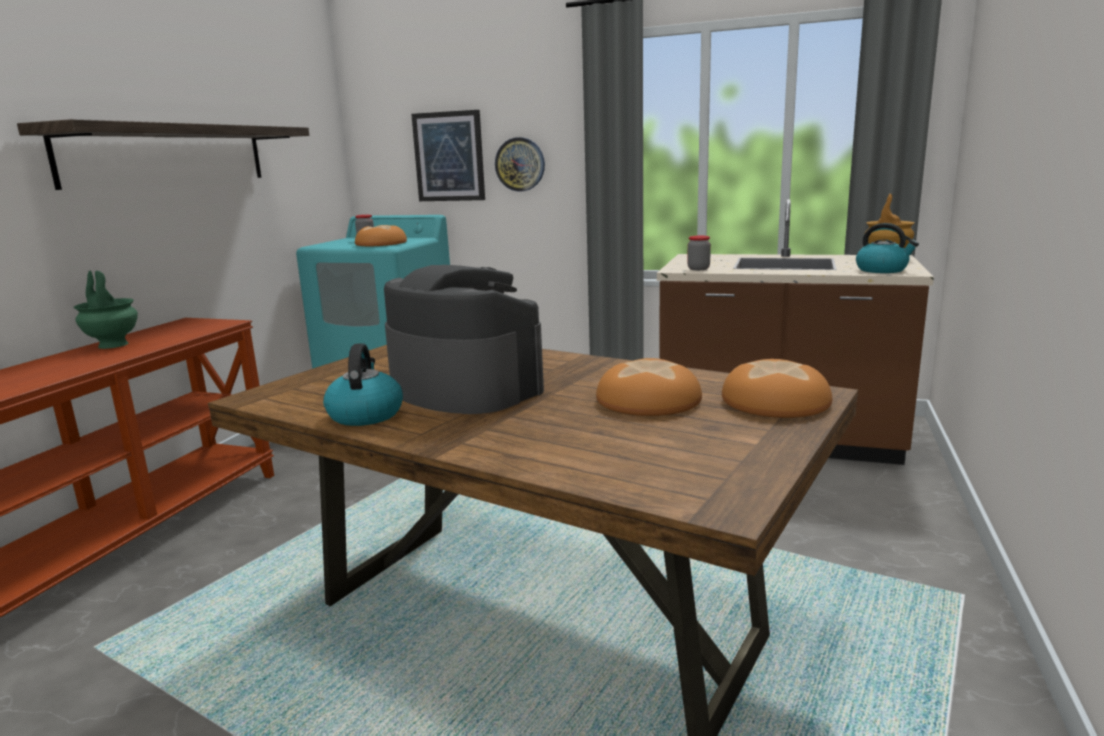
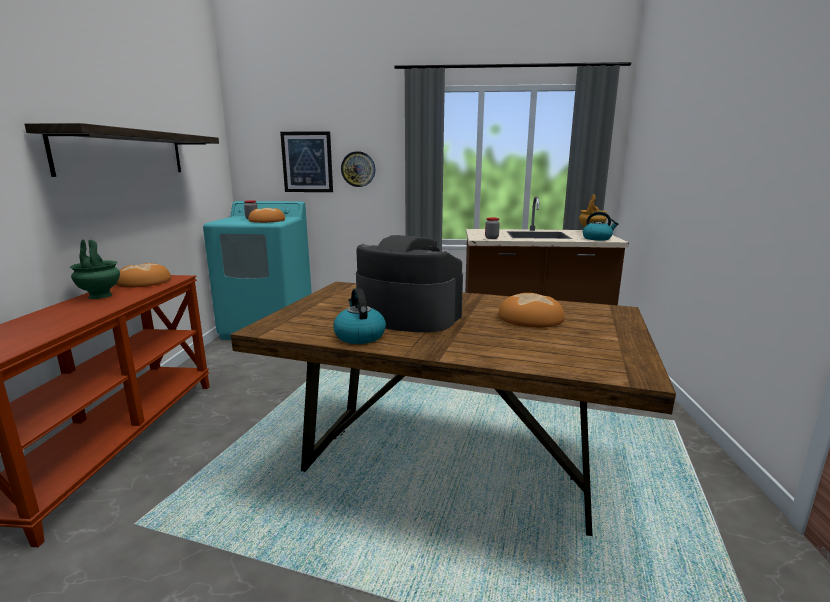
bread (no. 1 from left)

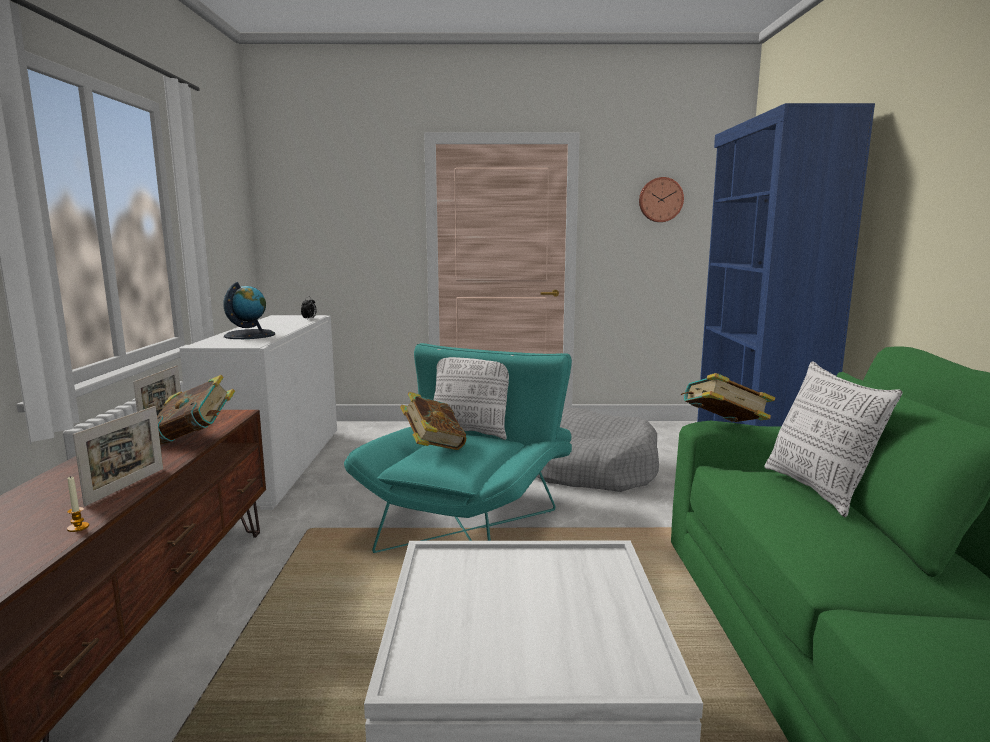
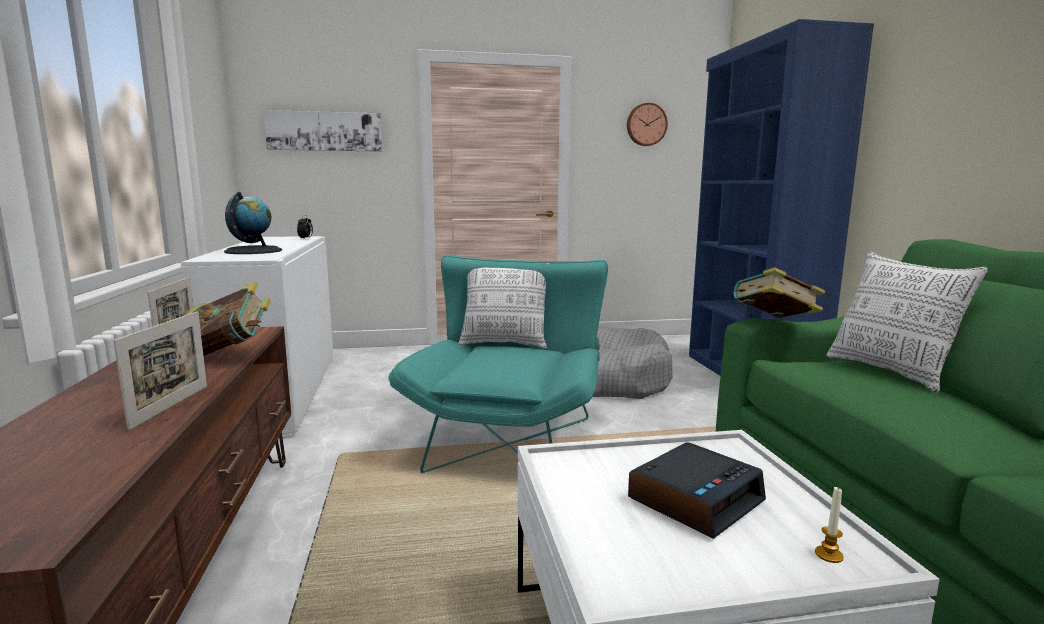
candle; book (no. 2 from left in the first image); picture; alarm clock (no. 2 from left)

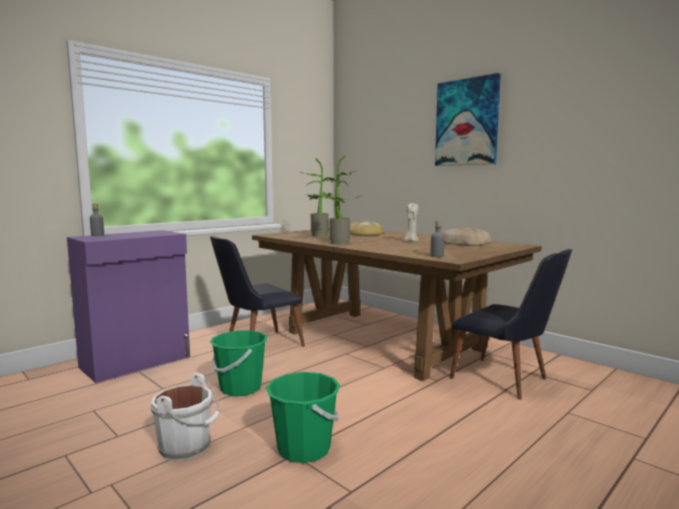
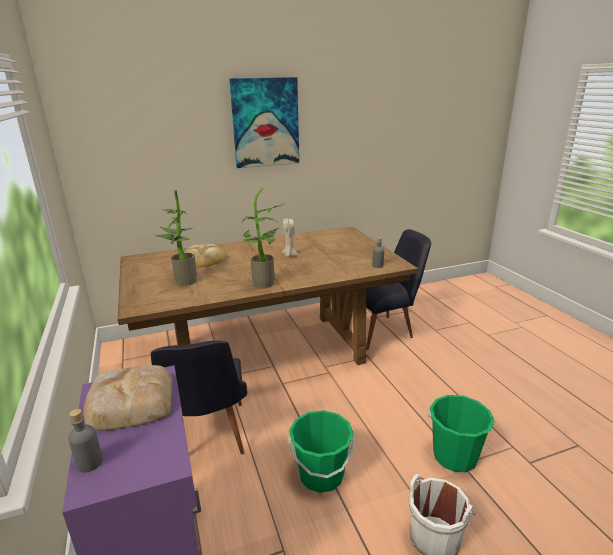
bread (no. 1 from left)

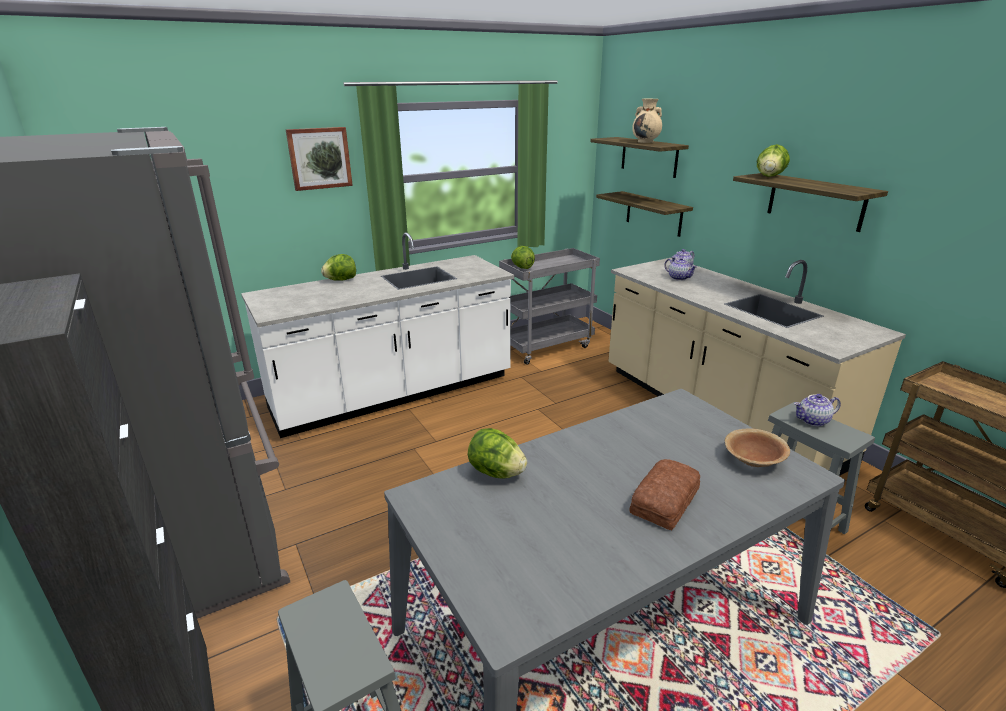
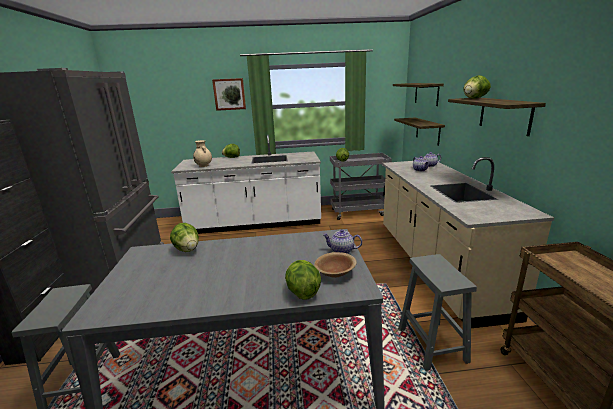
bread; vase/beige; teapot (no. 1 from left); lettuce (no. 3 from left)

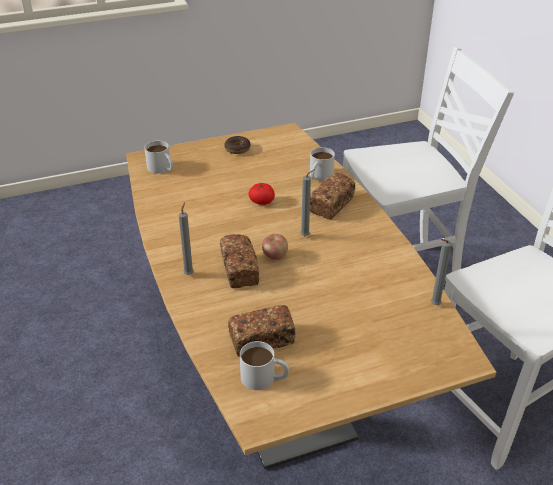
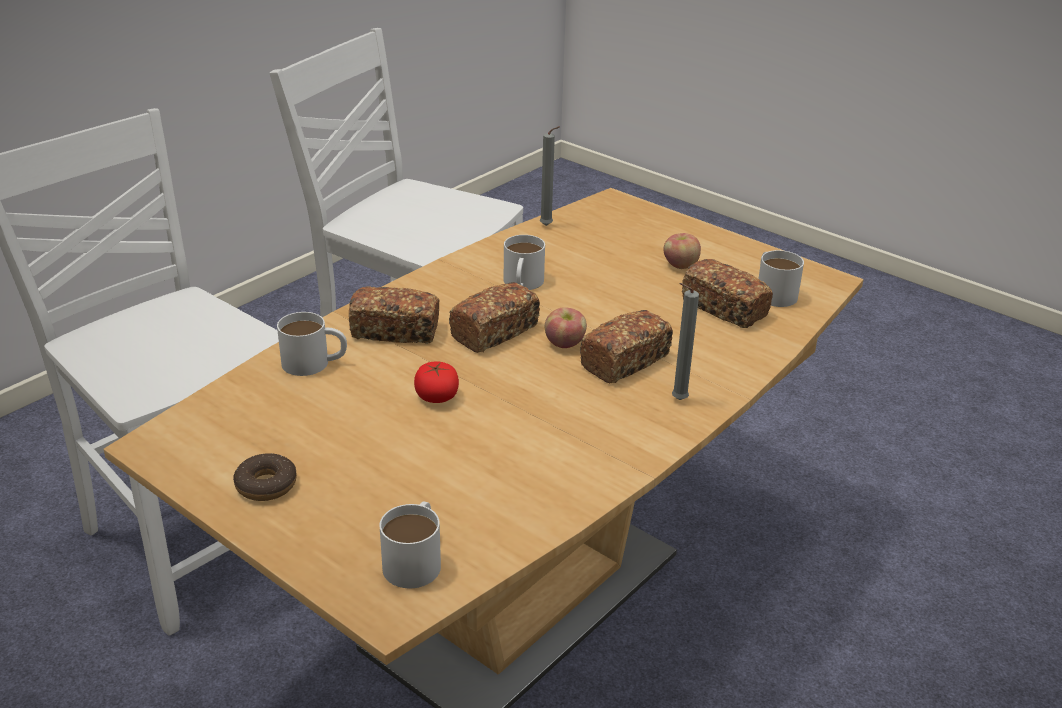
bread (no. 2 from left); mug/white (no. 3 from left); apple (no. 2 from left)

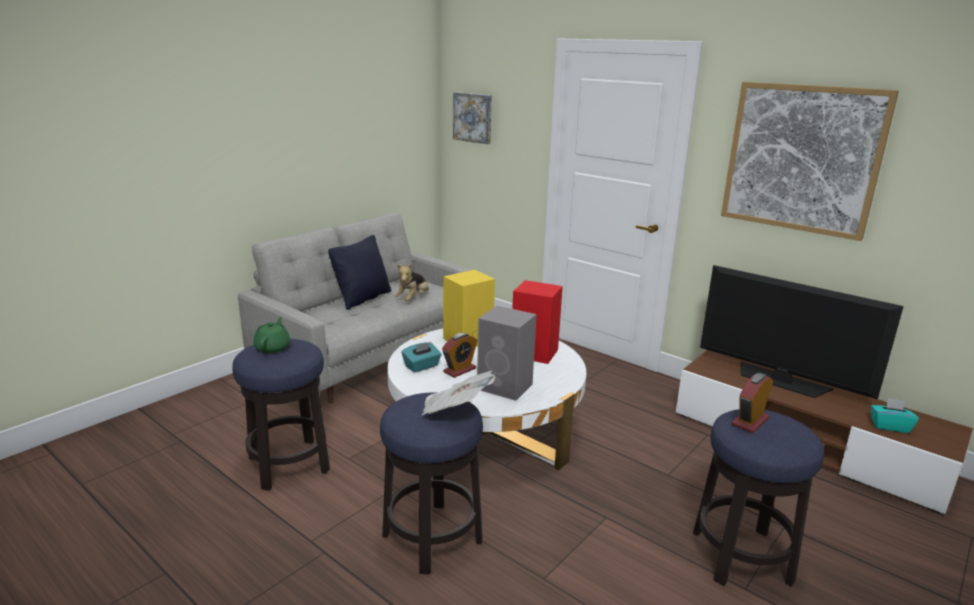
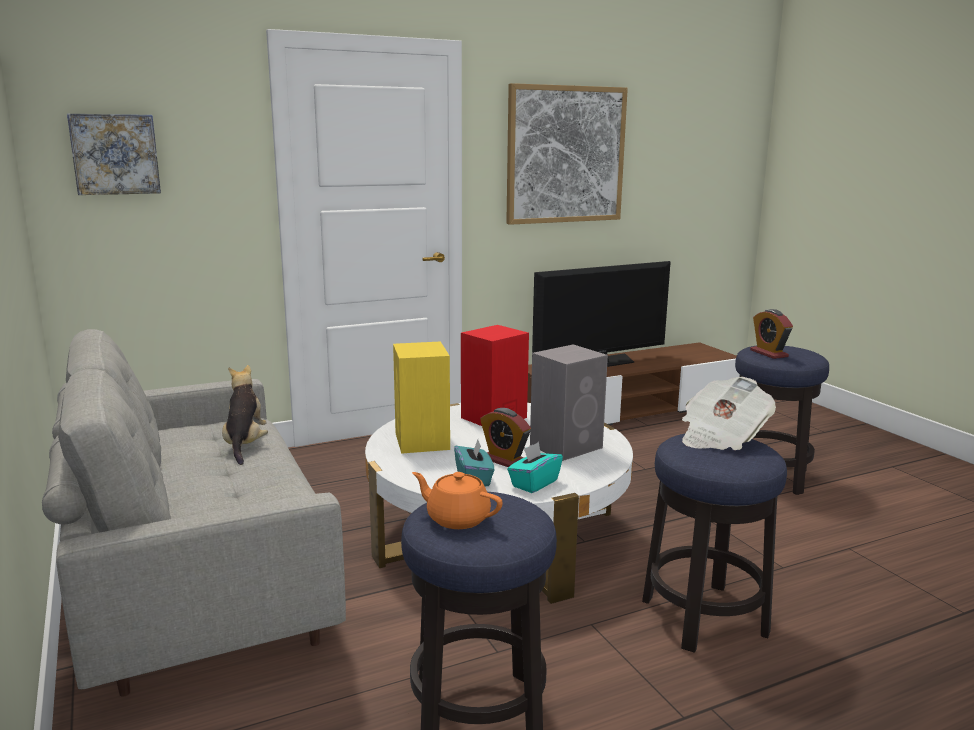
teapot/orange; pillow/black; plush toy; alarm clock (no. 1 from left); tissue box/turquoise (no. 2 from left)

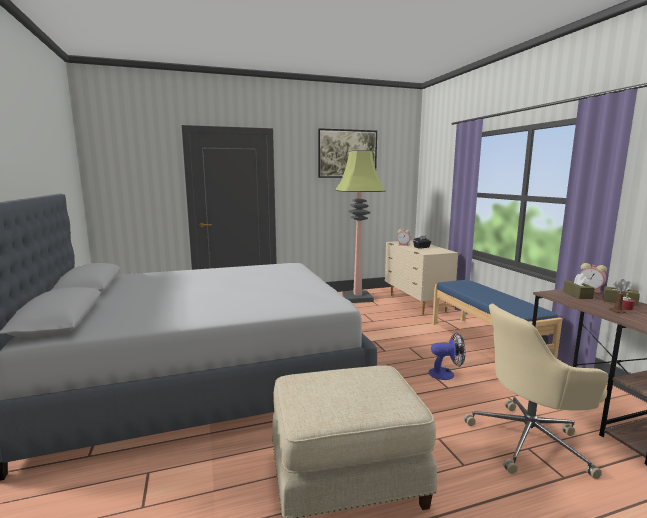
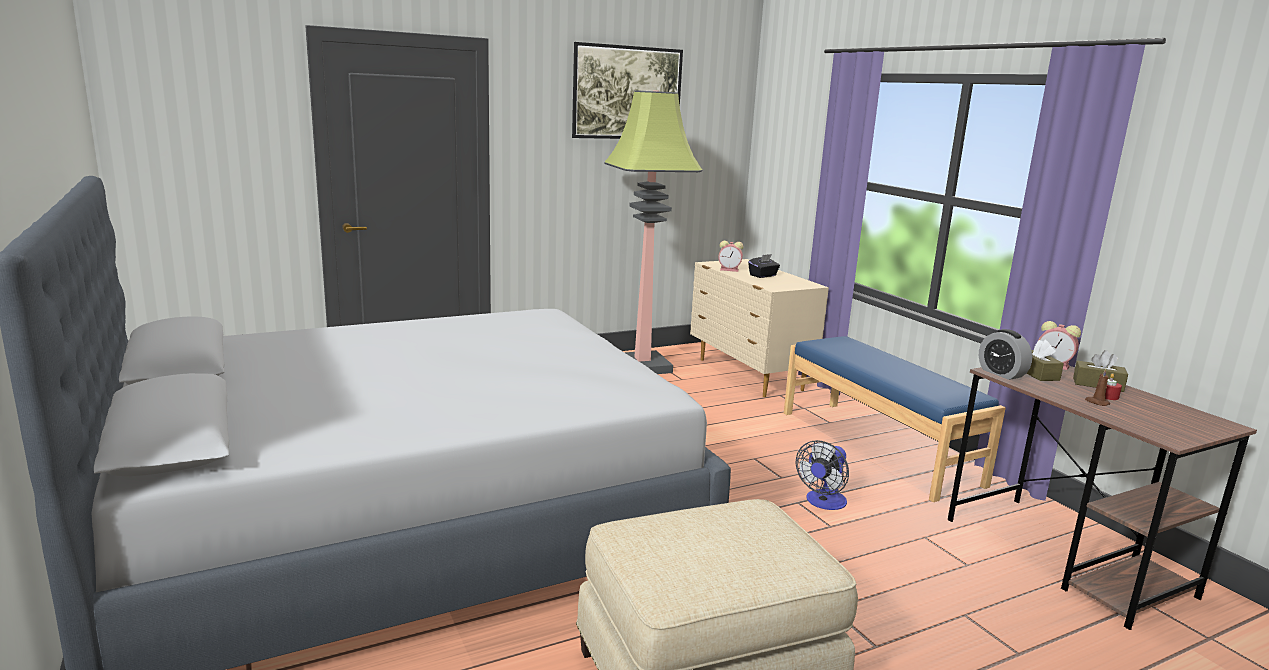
fan; office chair/beige; alarm clock (no. 2 from left)

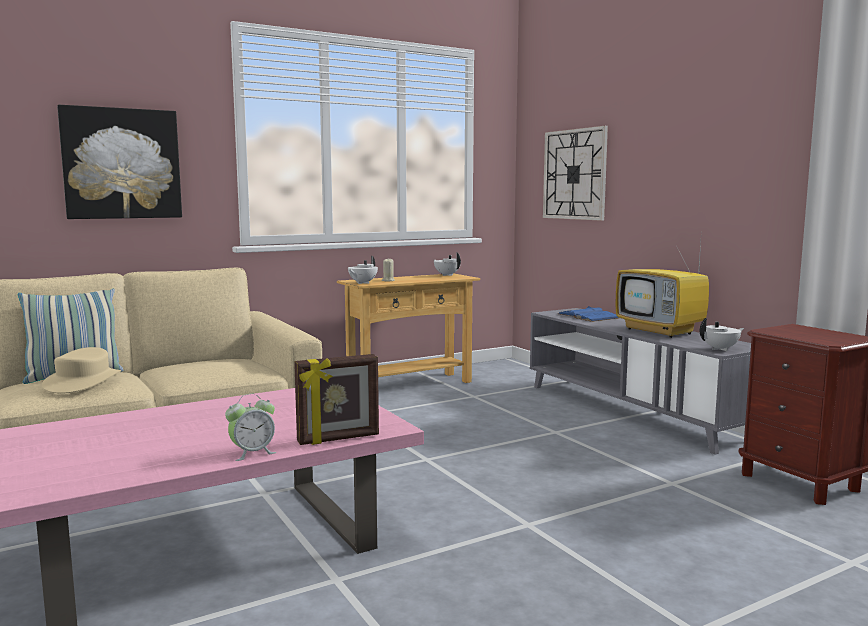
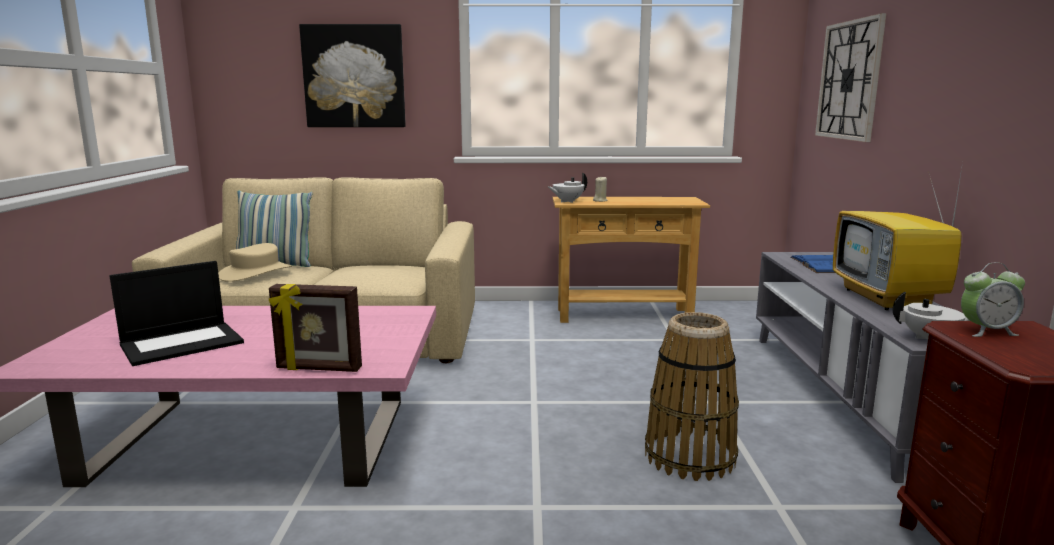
alarm clock; teapot/white (no. 2 from left in the first image); laptop; basket

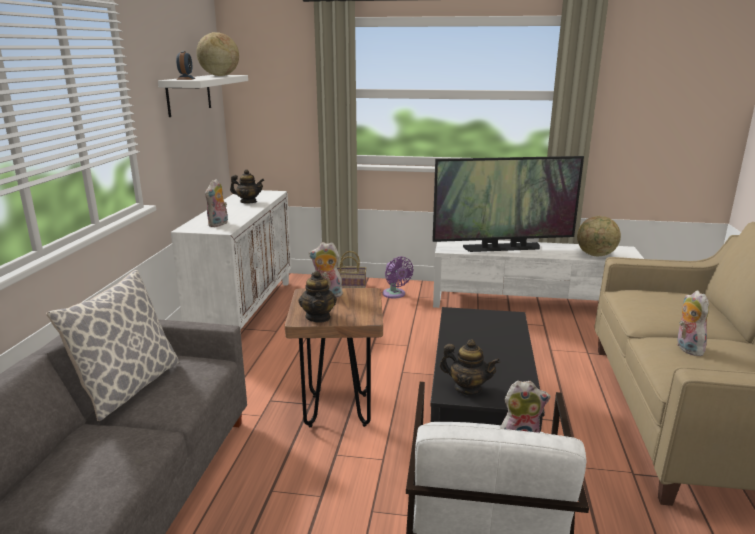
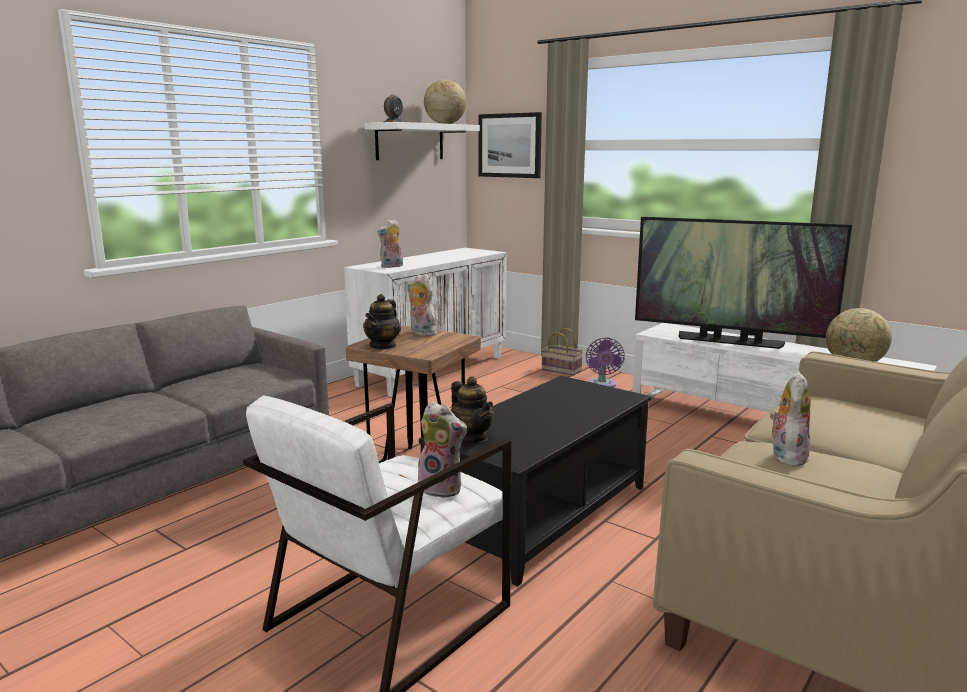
pillow; teapot (no. 1 from left in the first image); picture

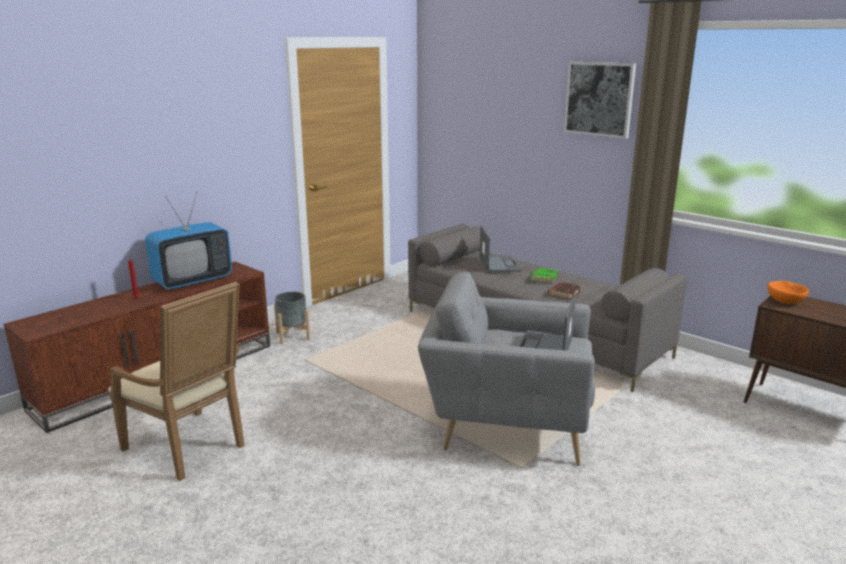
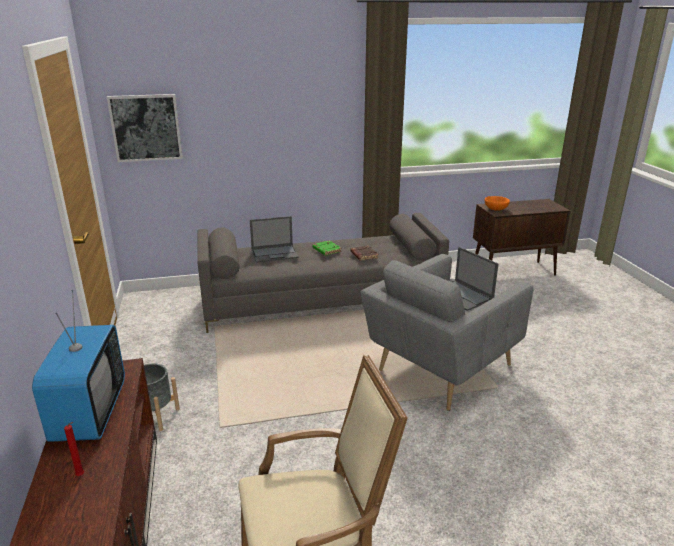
laptop (no. 1 from left); picture

